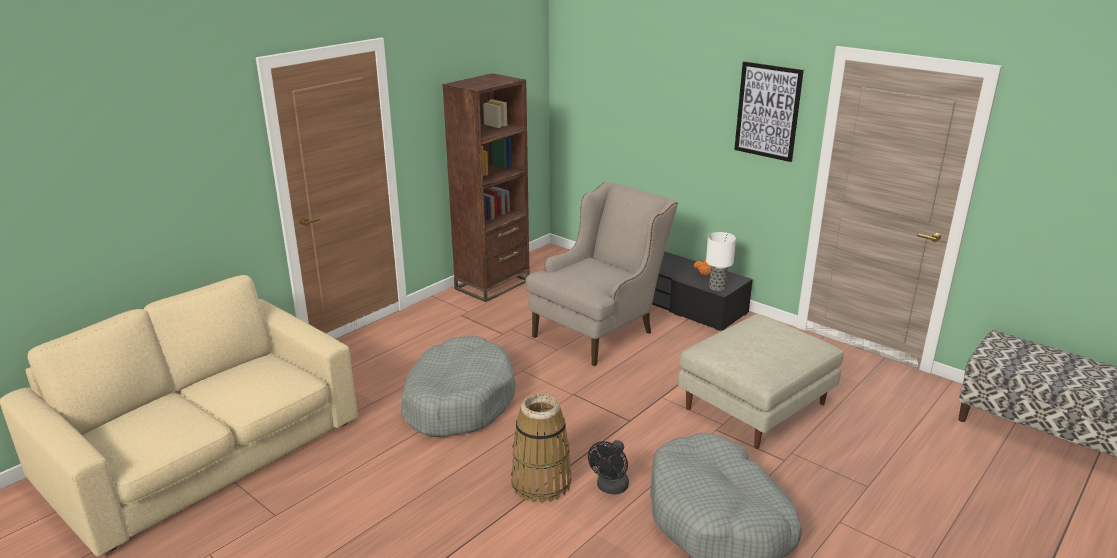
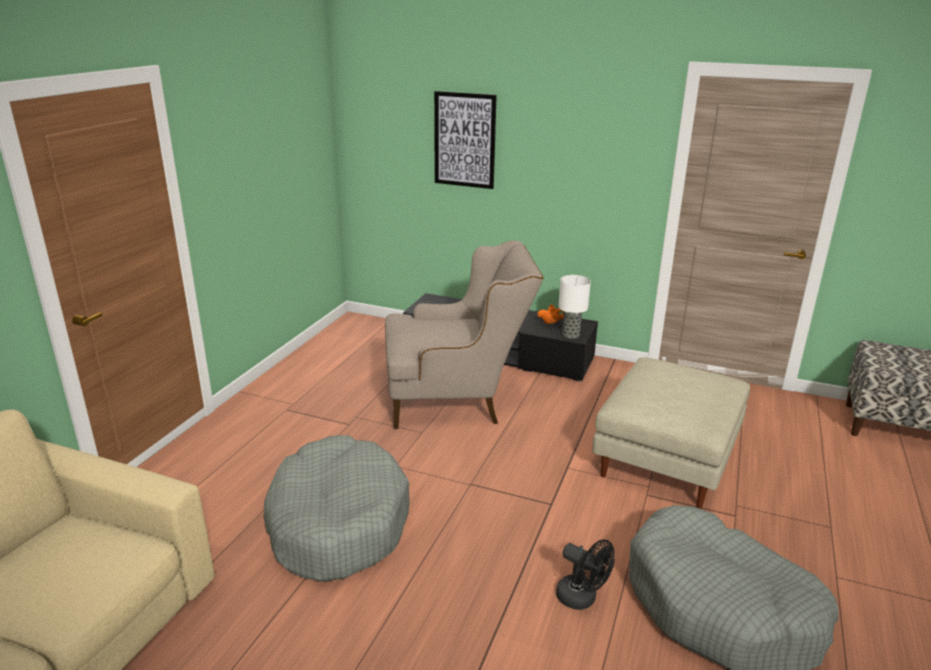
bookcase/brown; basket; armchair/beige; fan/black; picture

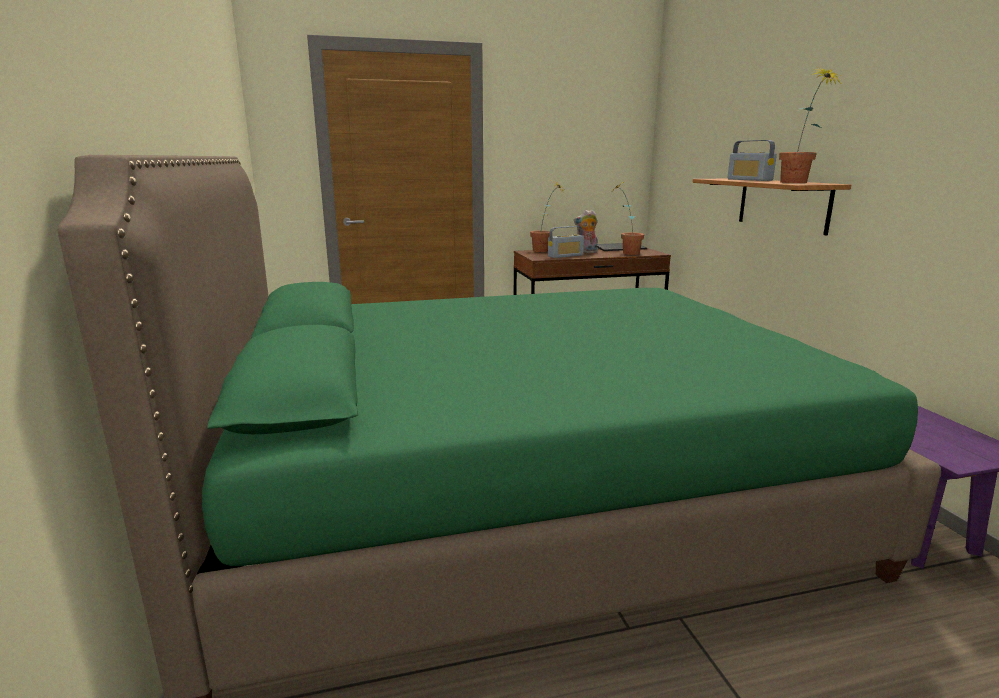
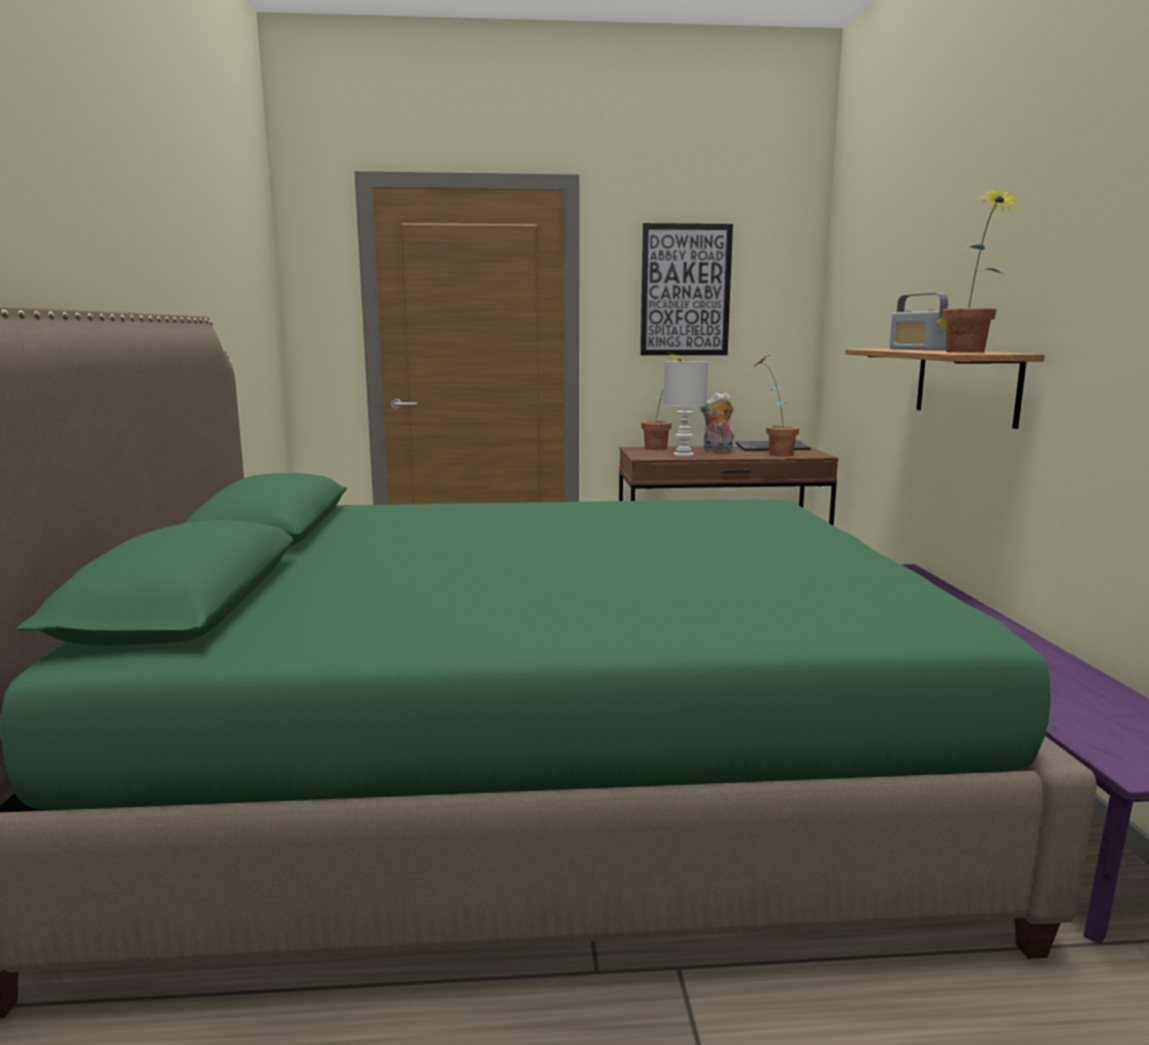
table lamp/white; picture

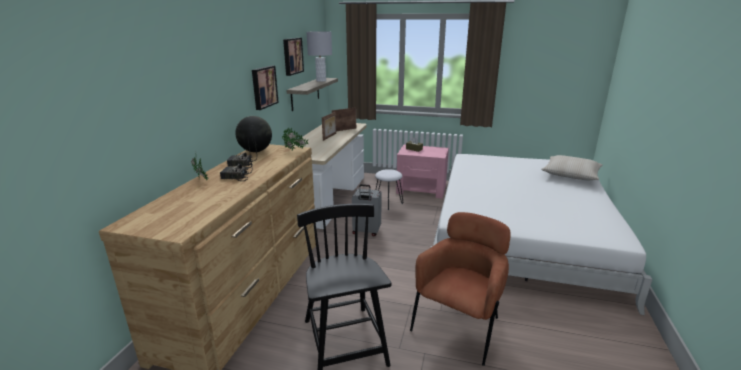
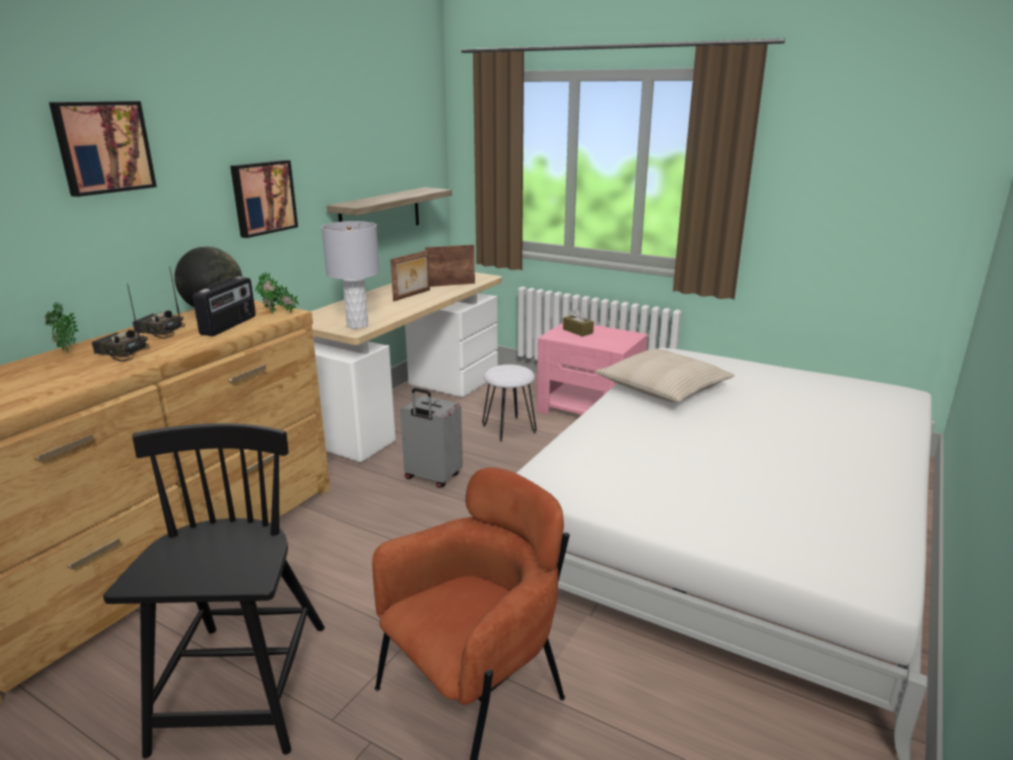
picture (no. 1 from left); table lamp/grey; pillow/beige; radio (no. 3 from left)

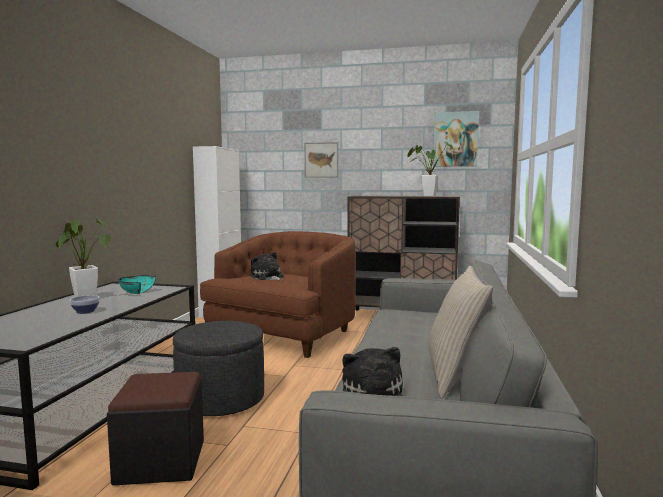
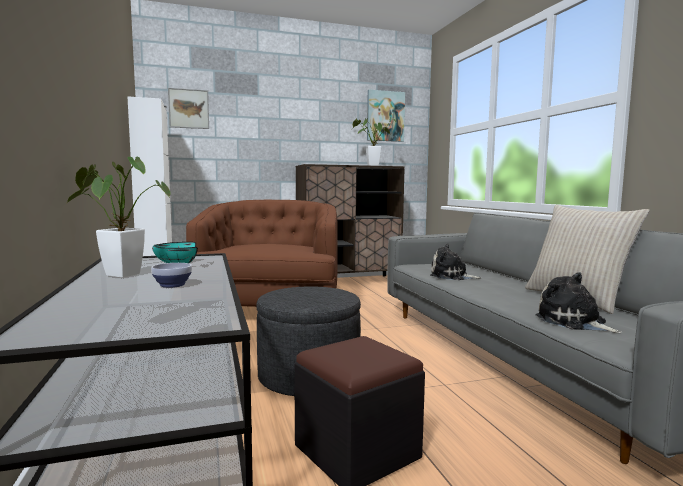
plush toy (no. 1 from left); picture (no. 1 from left)

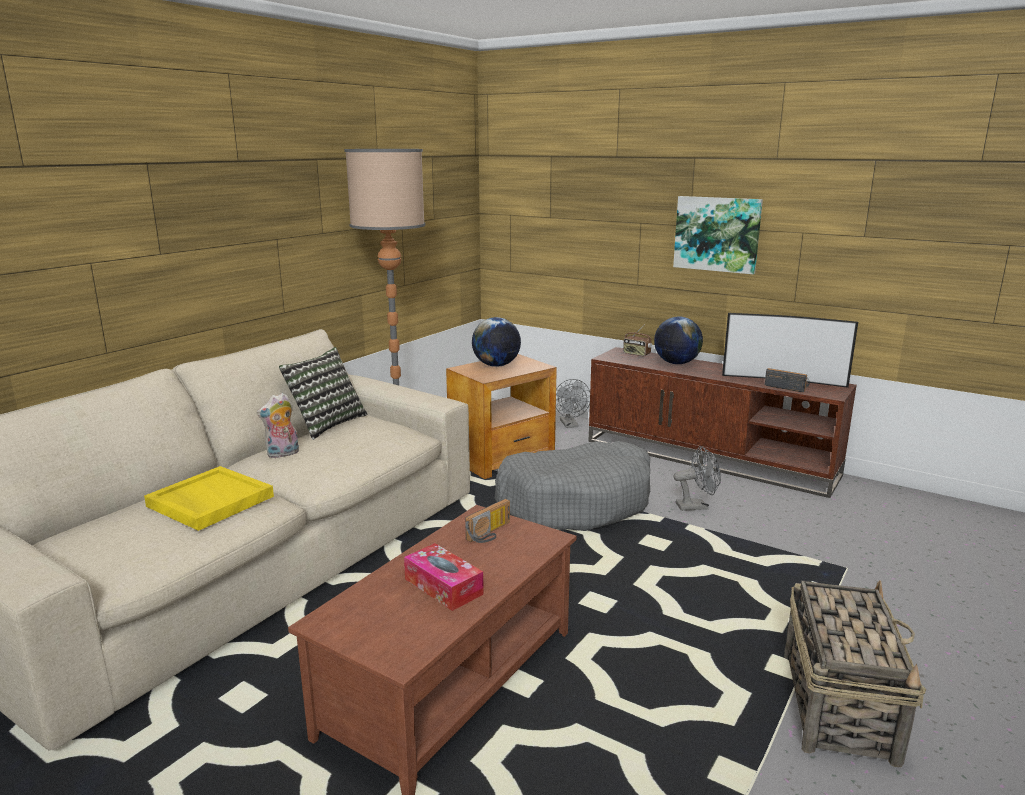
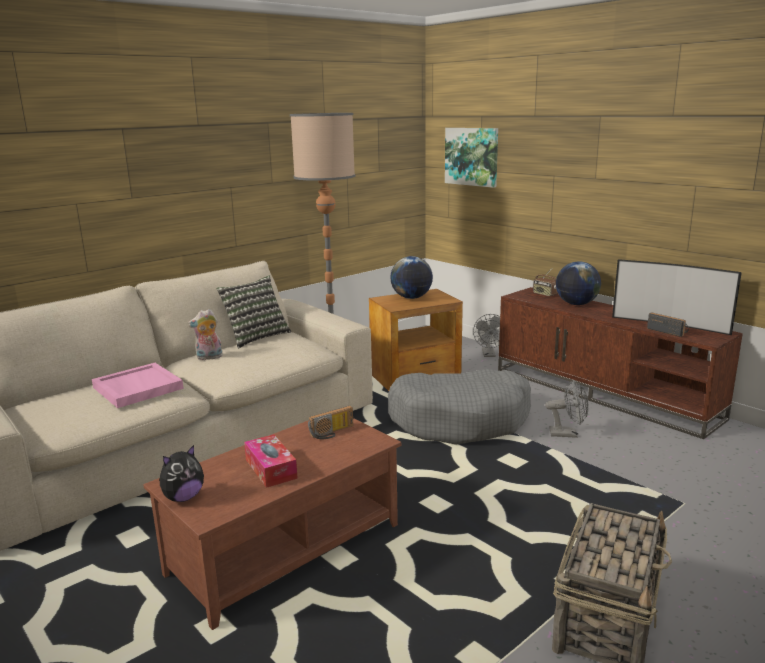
tray/pink; picture; plush toy (no. 1 from left)

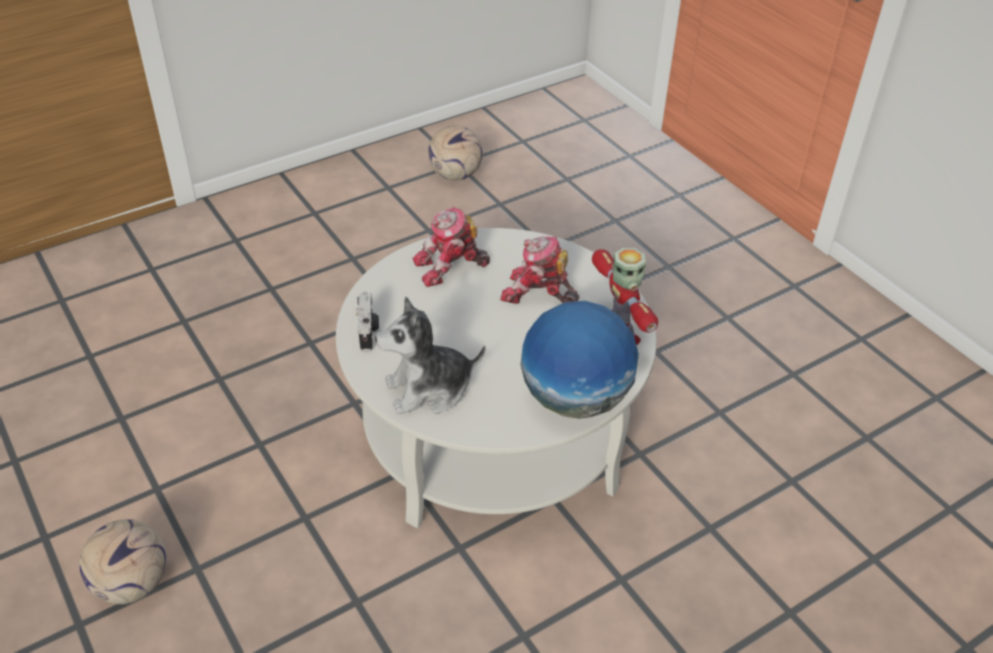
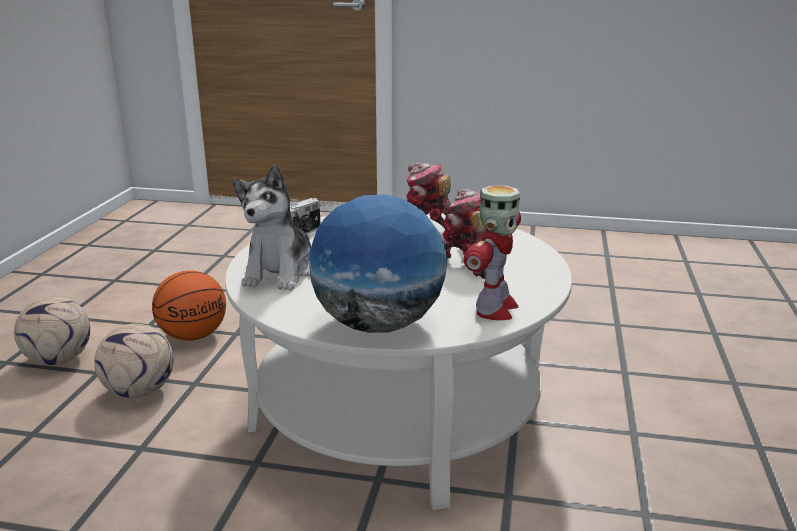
plush toy; football (no. 2 from left); basketball

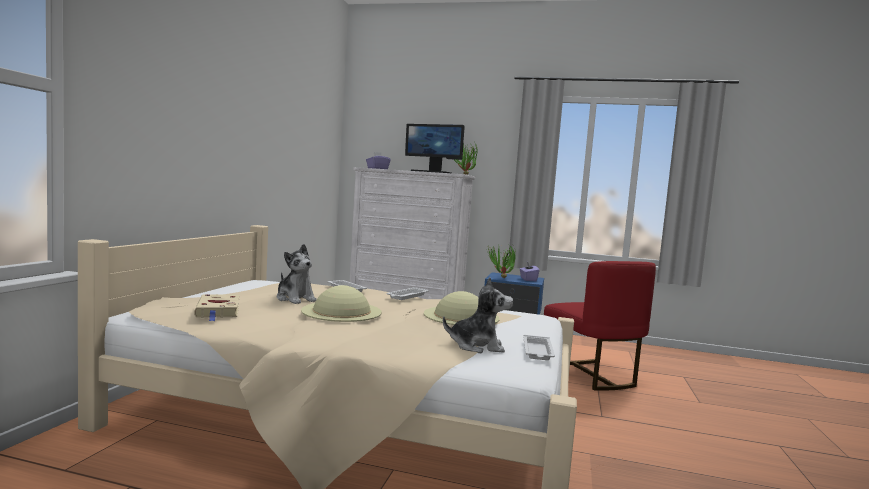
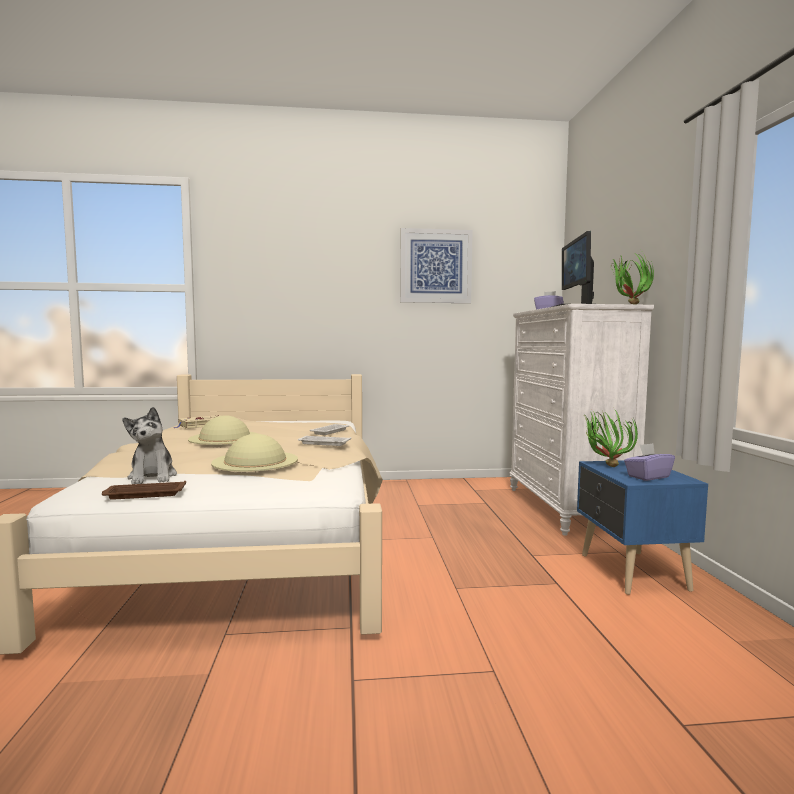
plush toy (no. 1 from left in the first image); tray/brown; chair/red; picture

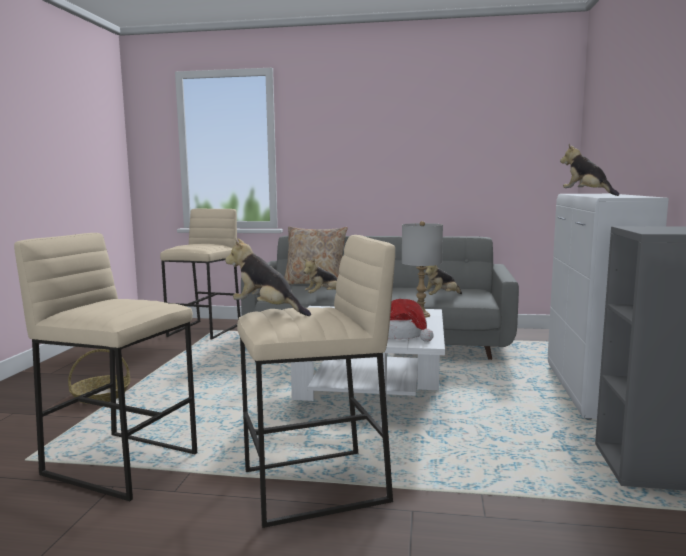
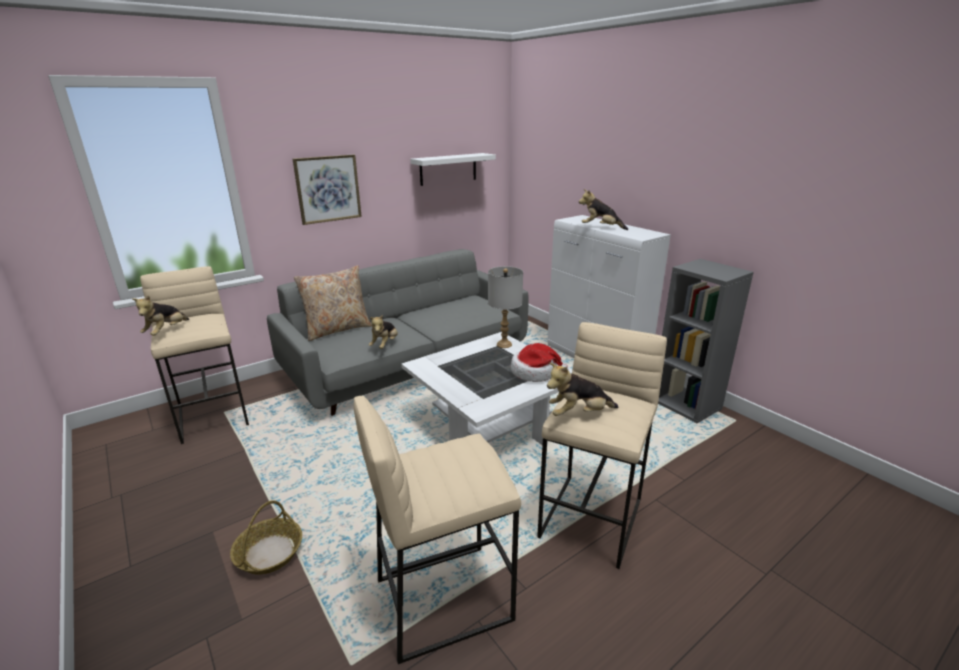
plush toy (no. 1 from left); picture; shelf/white

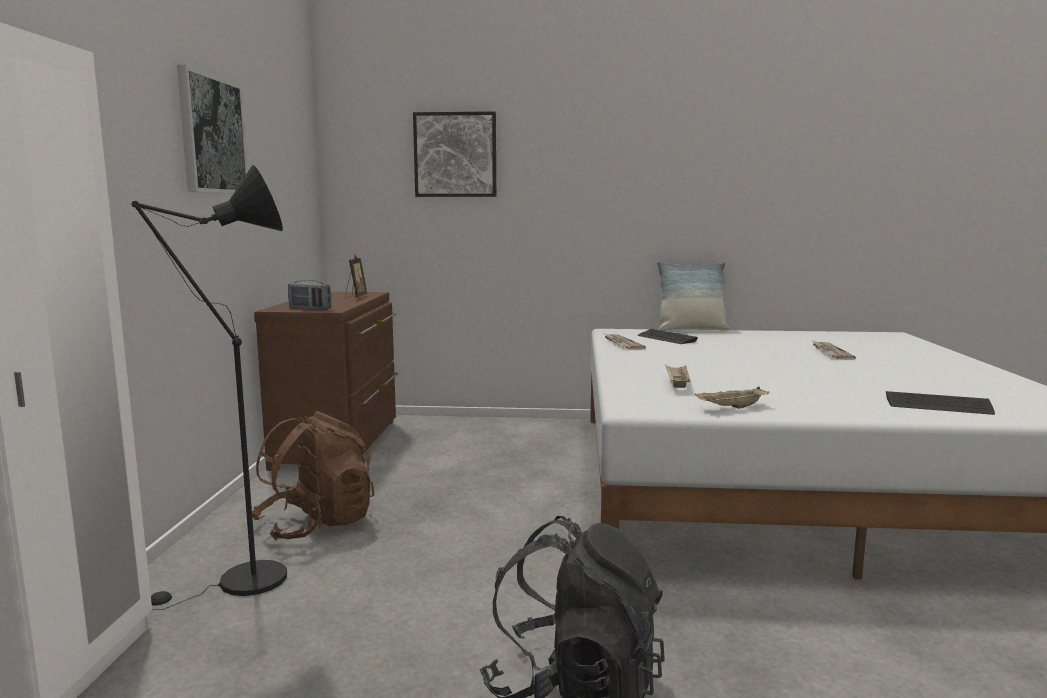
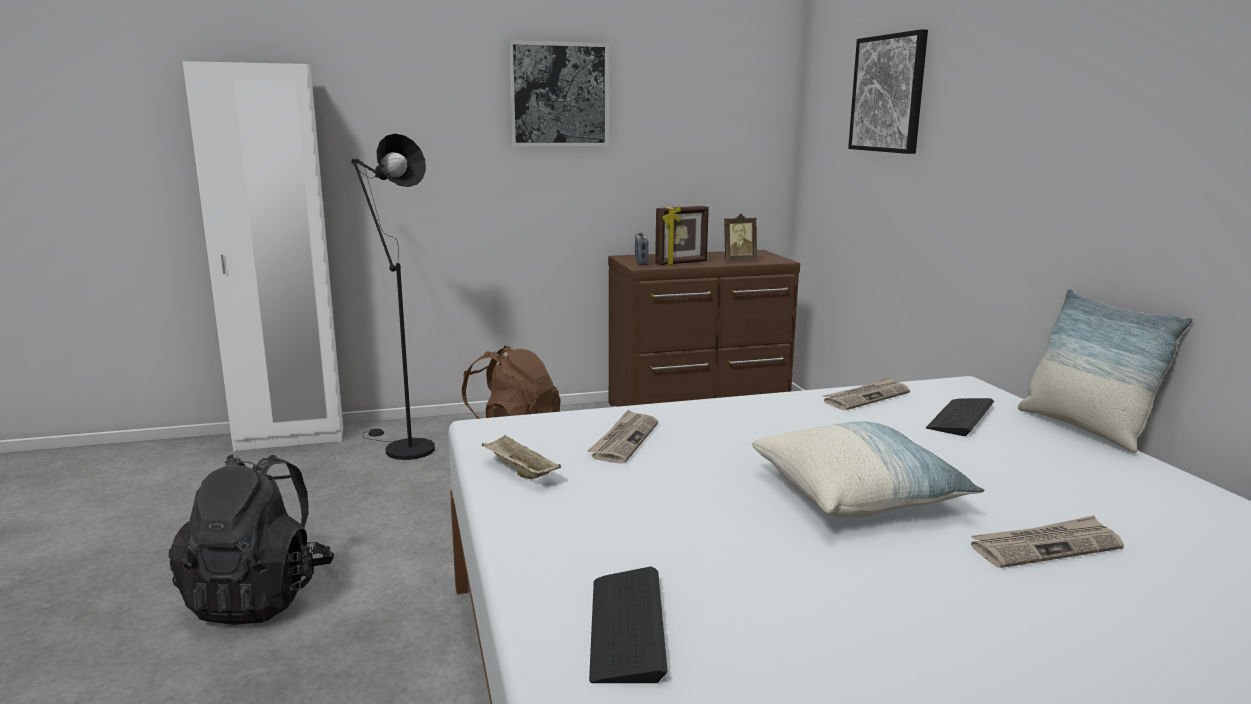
newspaper (no. 1 from left); picture frame (no. 1 from left); pillow (no. 1 from left)

